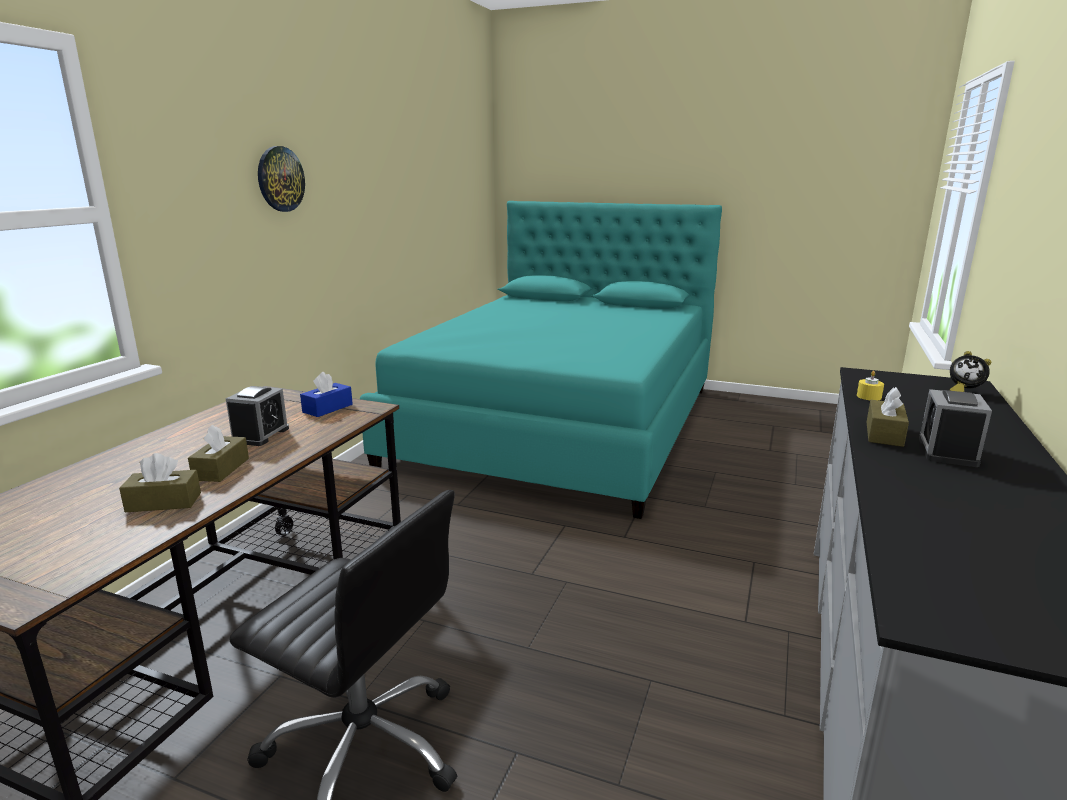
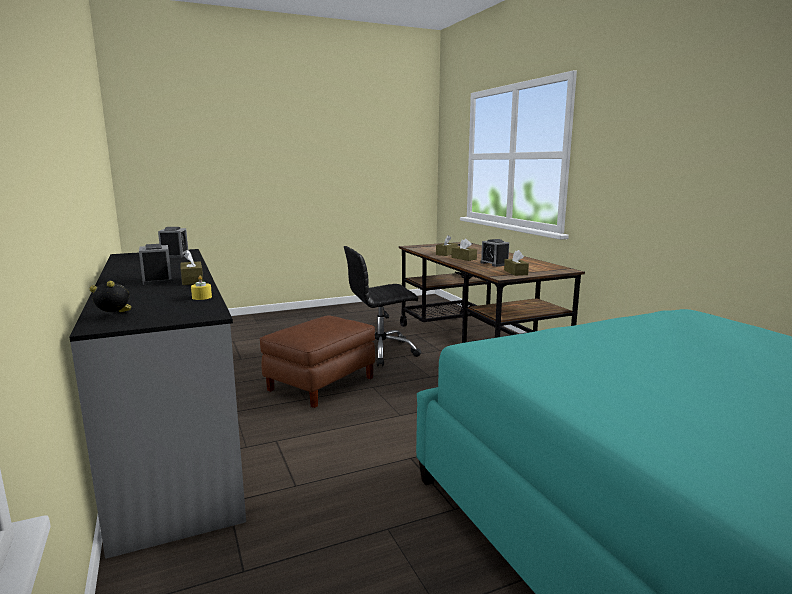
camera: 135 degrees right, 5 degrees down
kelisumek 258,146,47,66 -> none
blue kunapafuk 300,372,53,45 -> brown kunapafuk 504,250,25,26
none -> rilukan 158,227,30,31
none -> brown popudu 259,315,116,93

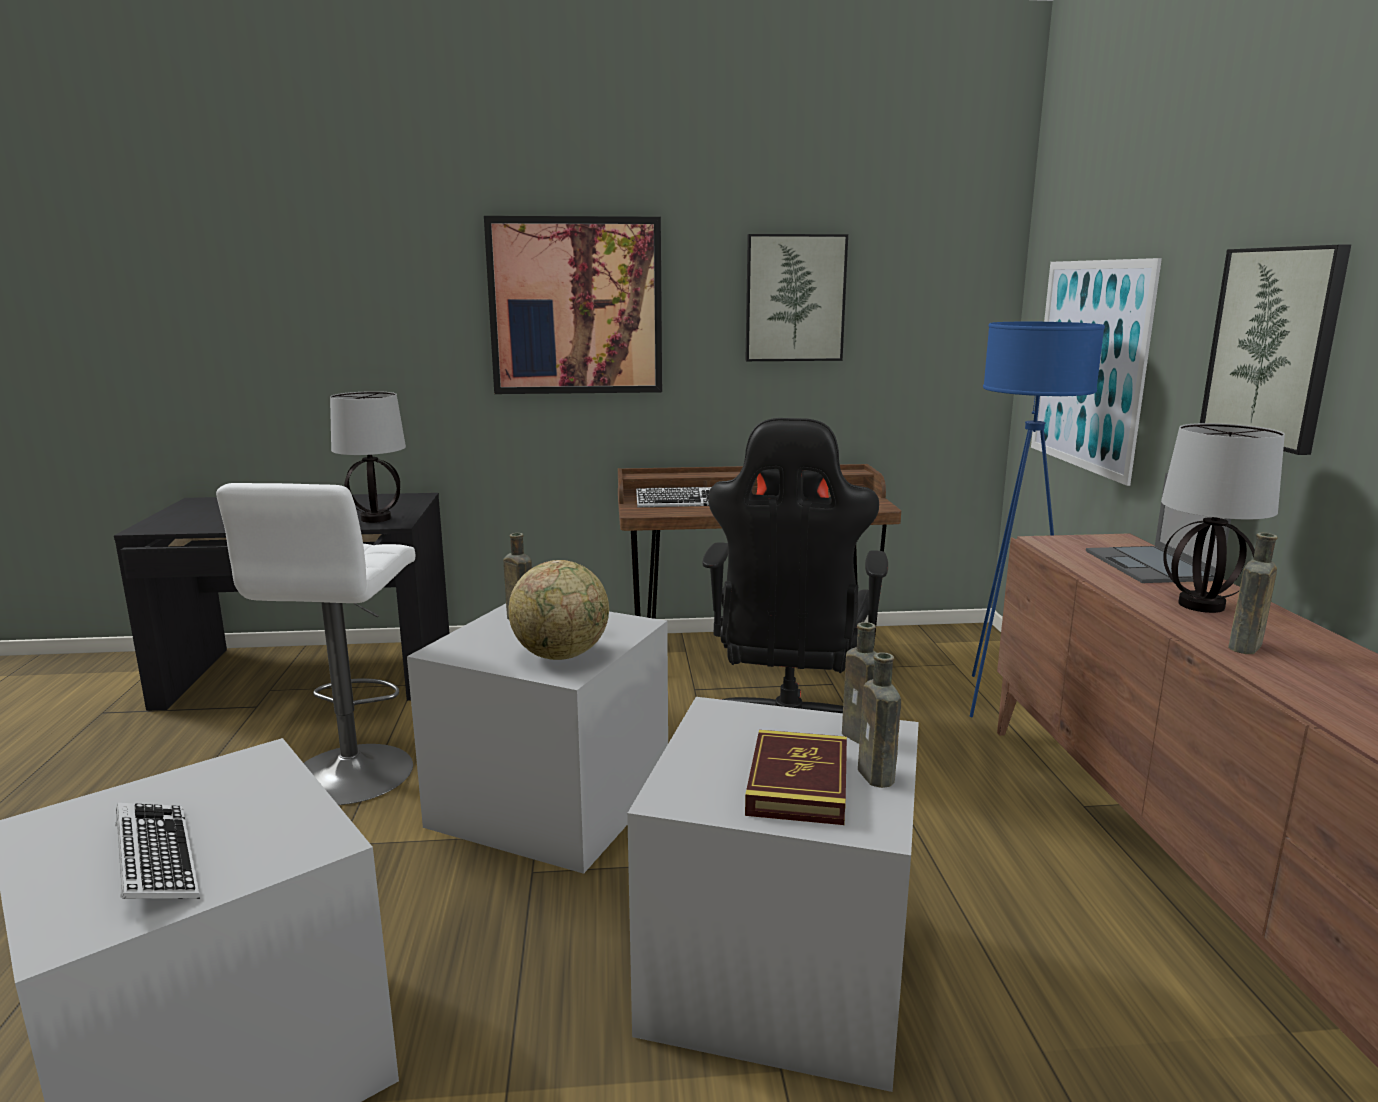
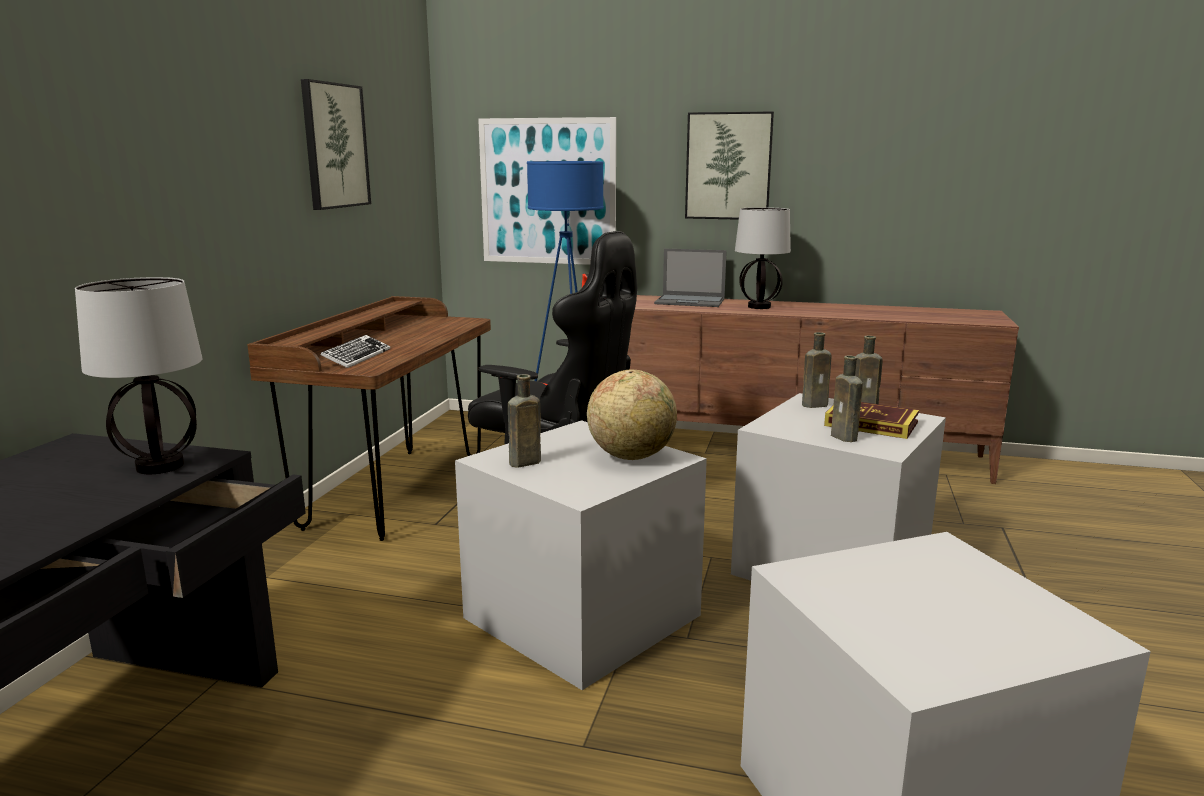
camera: 70 degrees left, 0 degrees up
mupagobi 484,216,178,178 -> none
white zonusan 216,483,199,322 -> none
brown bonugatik 1228,533,49,121 -> brown bonugatik 831,356,32,86, moved
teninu 115,803,85,96 -> none

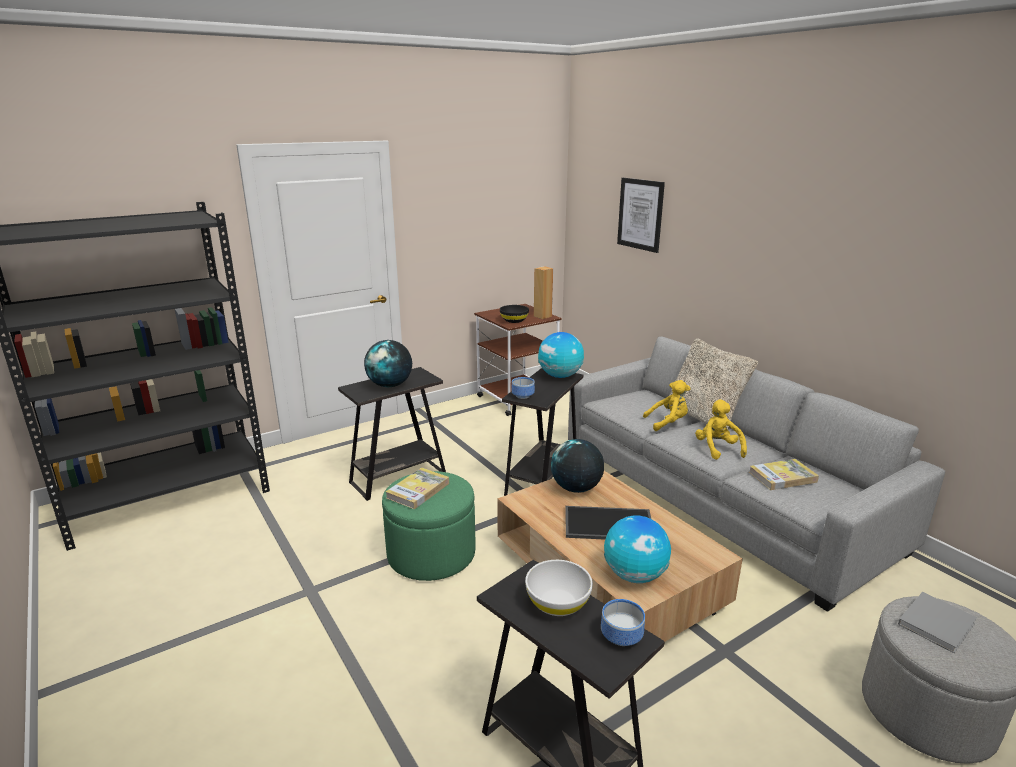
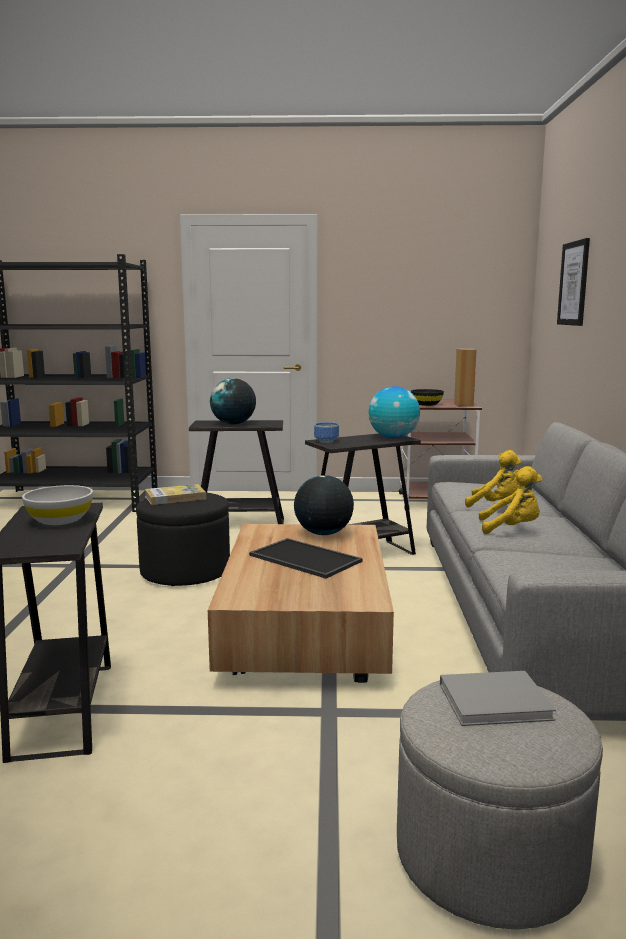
camera: 35 degrees right, 10 degrees down
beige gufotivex 669,338,90,91 -> none
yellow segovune 695,400,52,60 -> yellow segovune 479,466,63,68, 75 degrees clockwise
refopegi 749,459,70,31 -> none
green popudu 382,471,94,110 -> black popudu 136,493,94,93
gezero 604,516,67,67 -> none
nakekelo 601,599,44,47 -> none

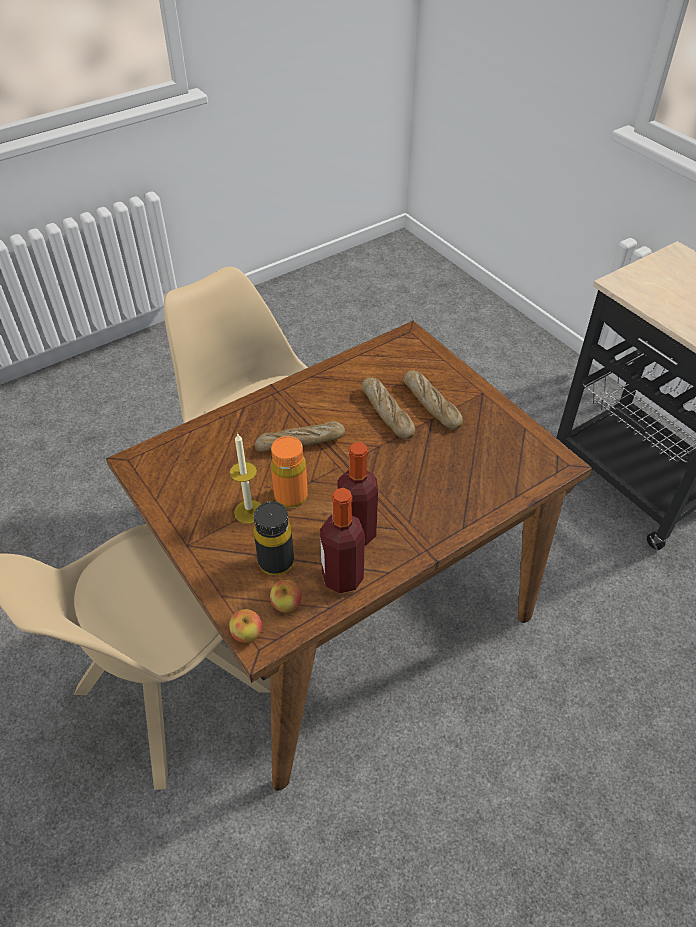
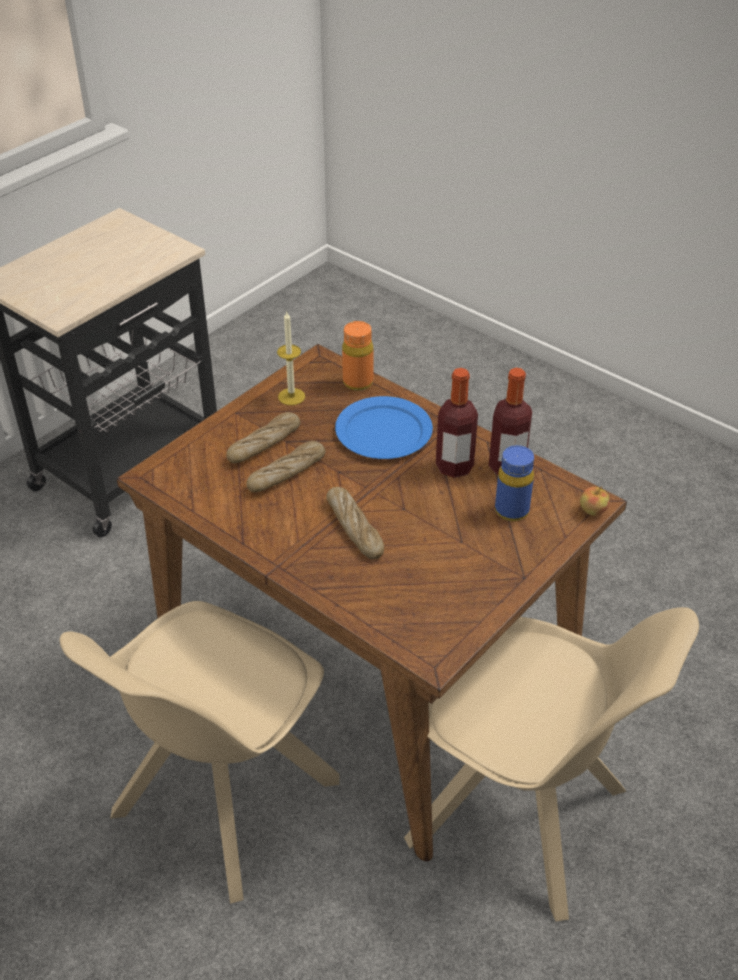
camera: 105 degrees left, 5 degrees down
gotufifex 230,433,31,91 -> gotufifex 277,312,28,93, moved
orange bonugatik 271,436,37,71 -> orange bonugatik 342,321,31,70, moved
black bonugatik 254,501,40,74 -> blue bonugatik 495,445,39,76
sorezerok 270,580,32,32 -> none
none -> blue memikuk 335,396,98,63

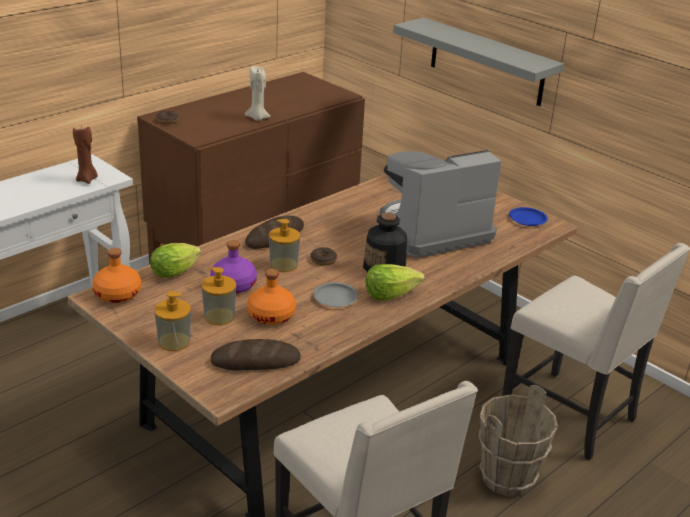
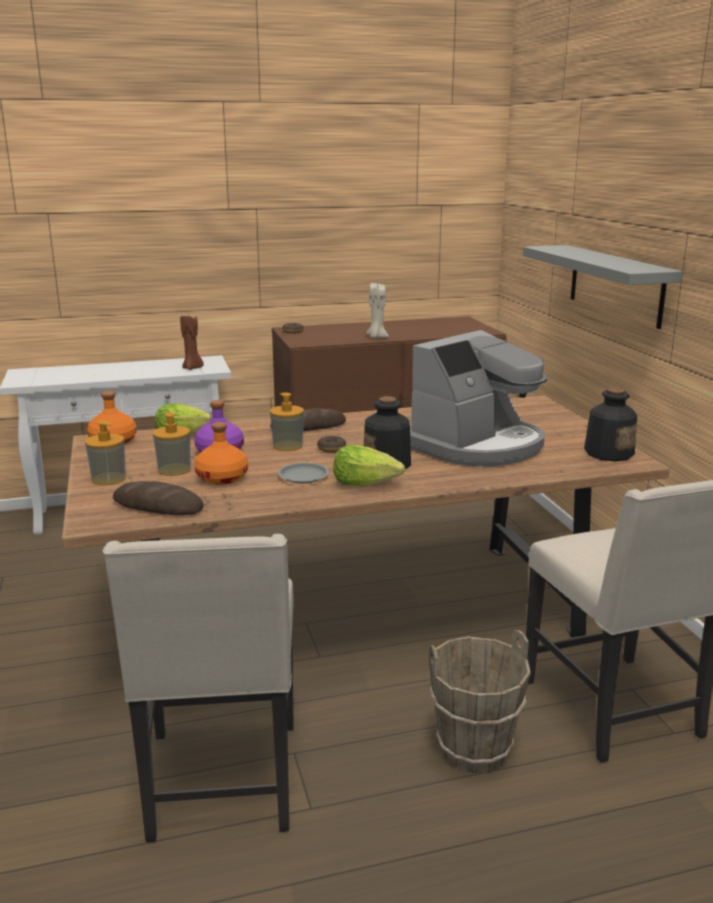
camera: 30 degrees right, 10 degrees down
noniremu 379,150,123,108 -> noniremu 410,330,137,137, 135 degrees clockwise
blue memikuk 509,207,39,19 -> bonugatik 584,388,53,73

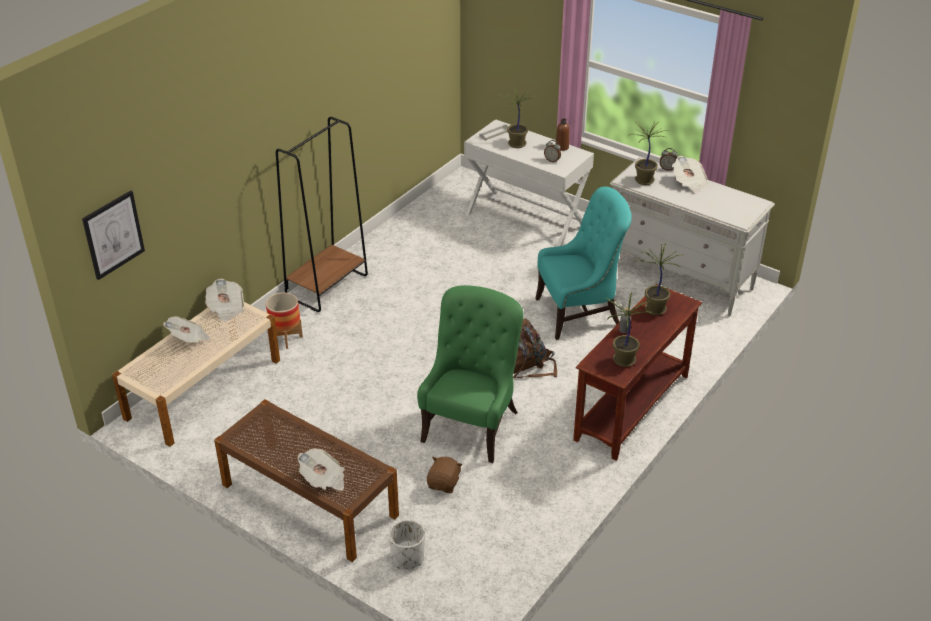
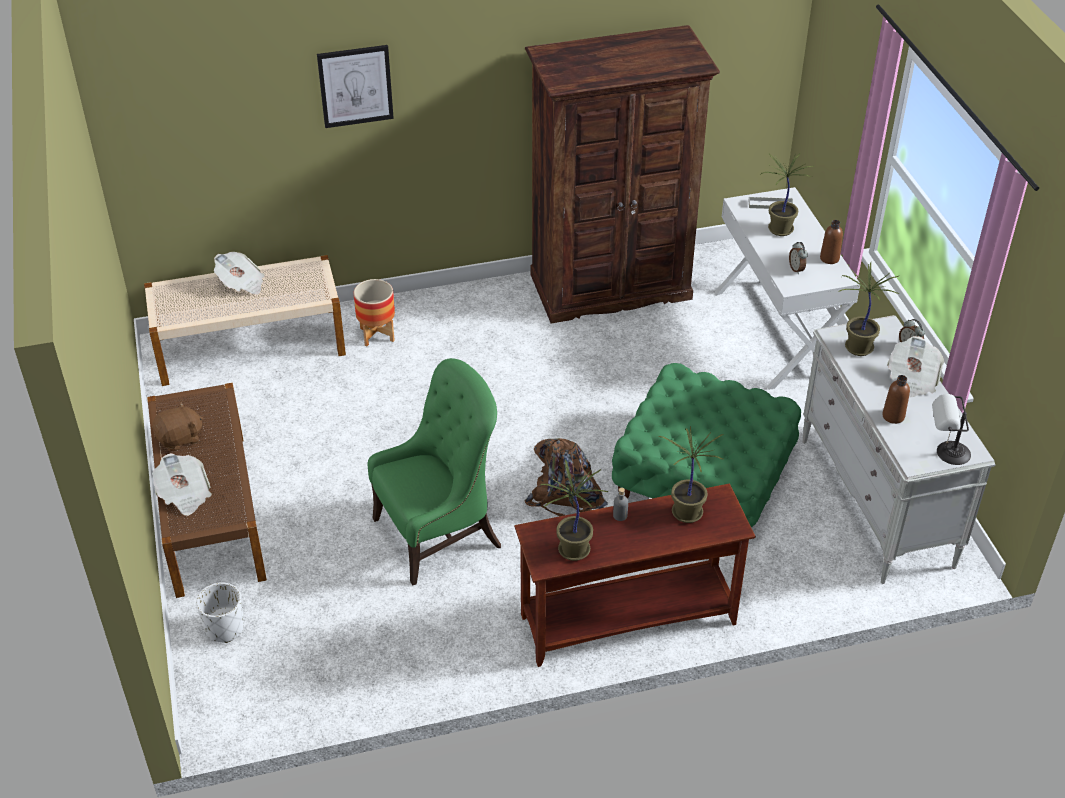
camera: 40 degrees right, 5 degrees up
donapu 276,117,92,195 -> none
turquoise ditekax 535,187,97,153 -> green popudu 612,363,189,164
mupagobi 82,190,63,90 -> mupagobi 317,45,77,83, moved
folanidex 205,279,39,43 -> none
brown segovune 427,457,35,36 -> brown segovune 153,402,50,50, moved
none -> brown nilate 525,25,195,298
none -> brown bonugatik 882,375,28,49
none -> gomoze 932,394,39,71

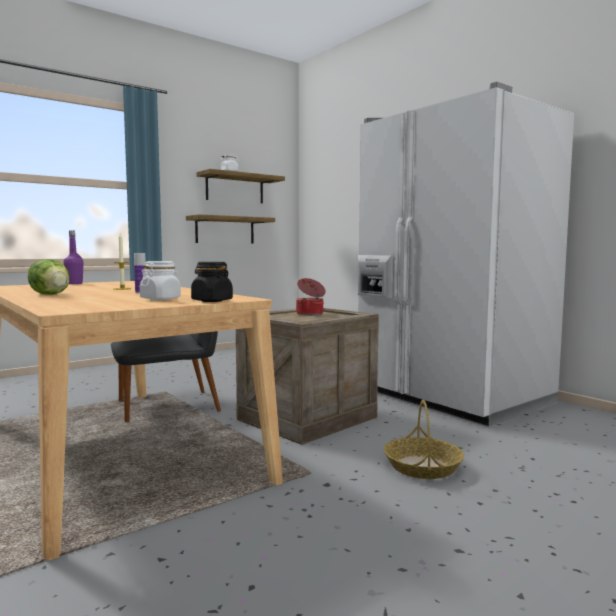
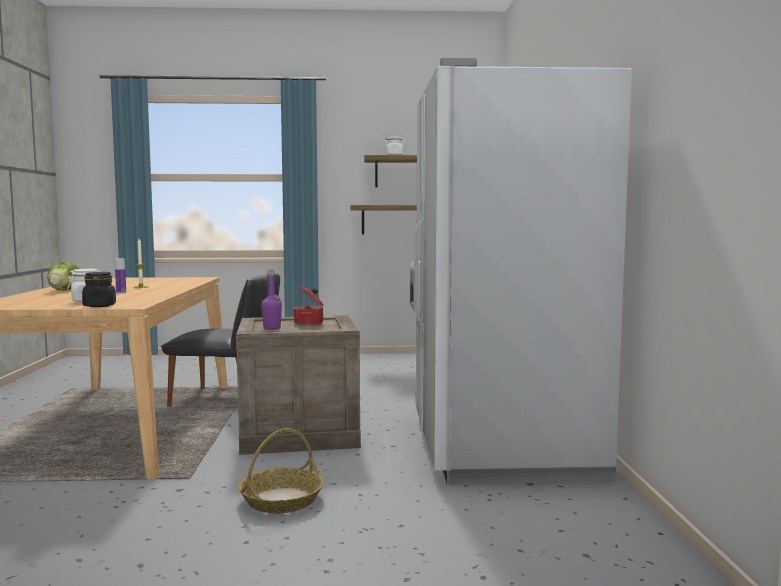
camera: 35 degrees right, 0 degrees up
purple bonugatik 63,230,21,54 -> purple bonugatik 261,270,21,60, moved

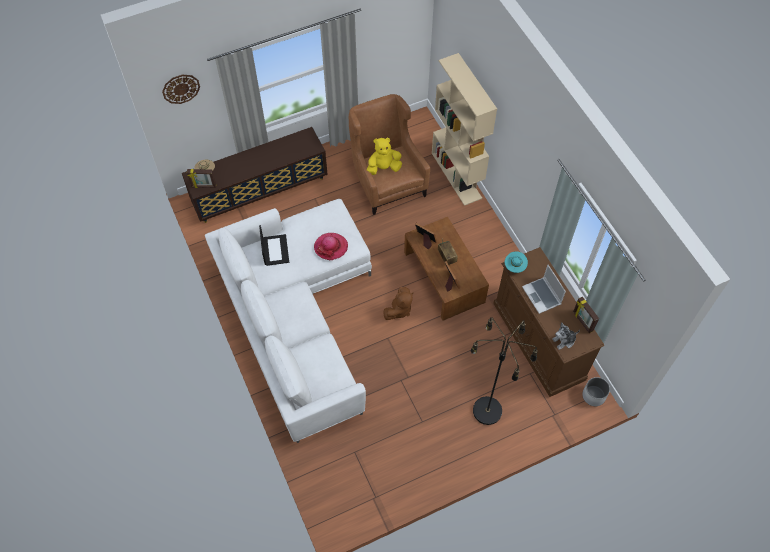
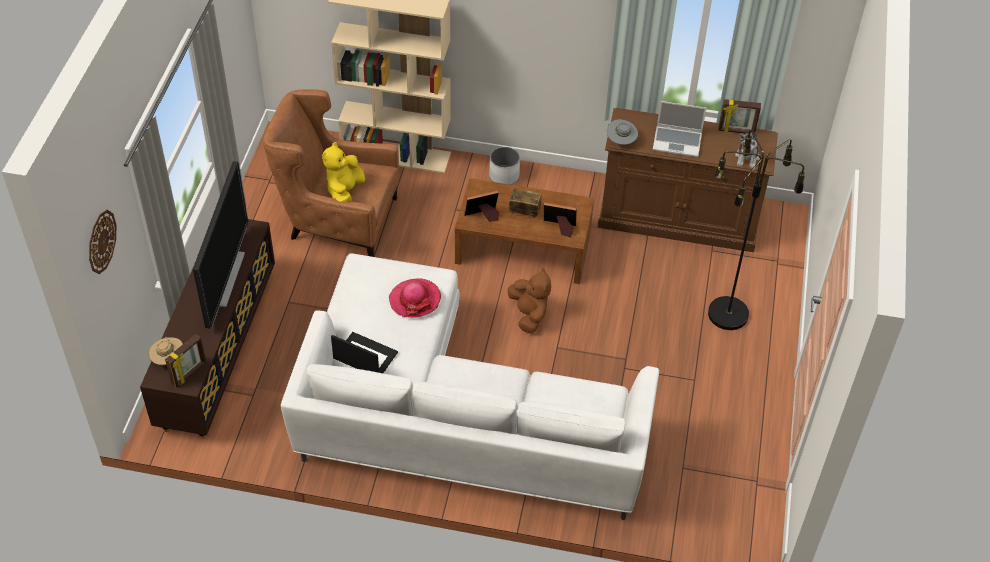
camera: 55 degrees left, 10 degrees down
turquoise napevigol 505,251,23,22 -> grey napevigol 607,119,31,26
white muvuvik 582,377,28,29 -> white muvuvik 489,147,31,38, moved
none -> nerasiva 193,161,55,168

